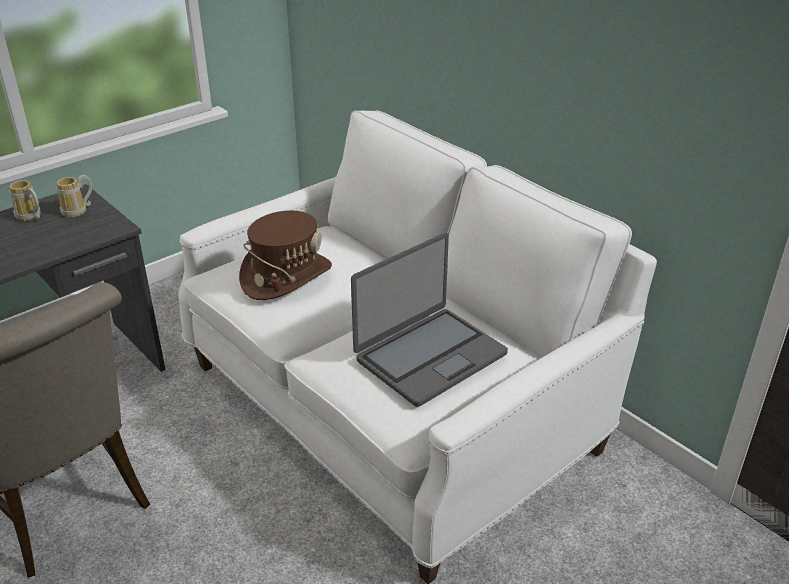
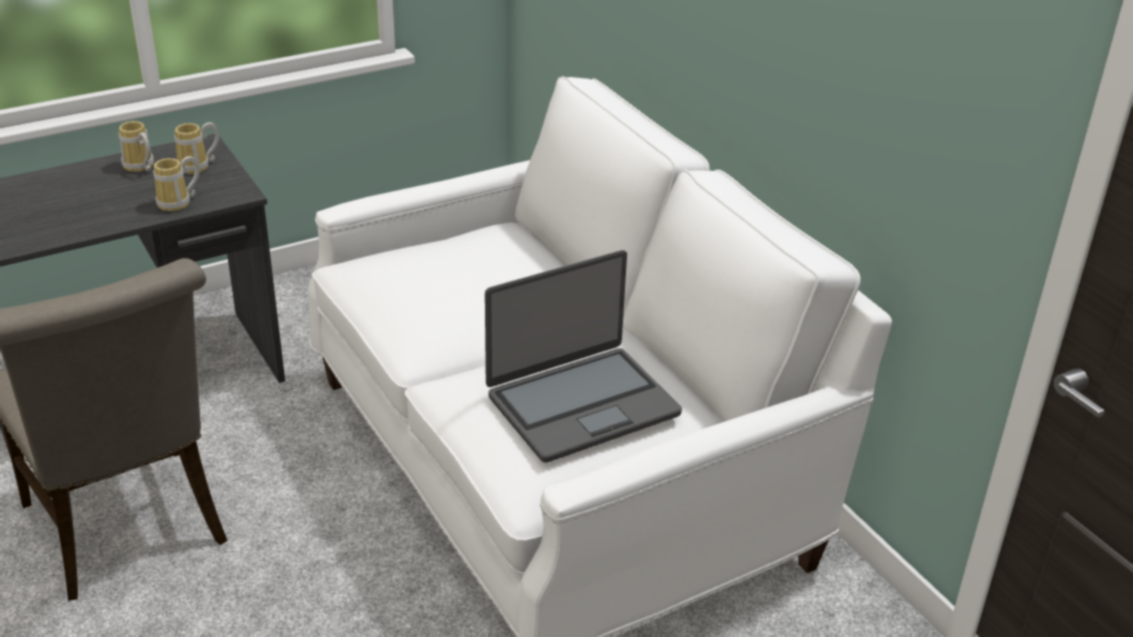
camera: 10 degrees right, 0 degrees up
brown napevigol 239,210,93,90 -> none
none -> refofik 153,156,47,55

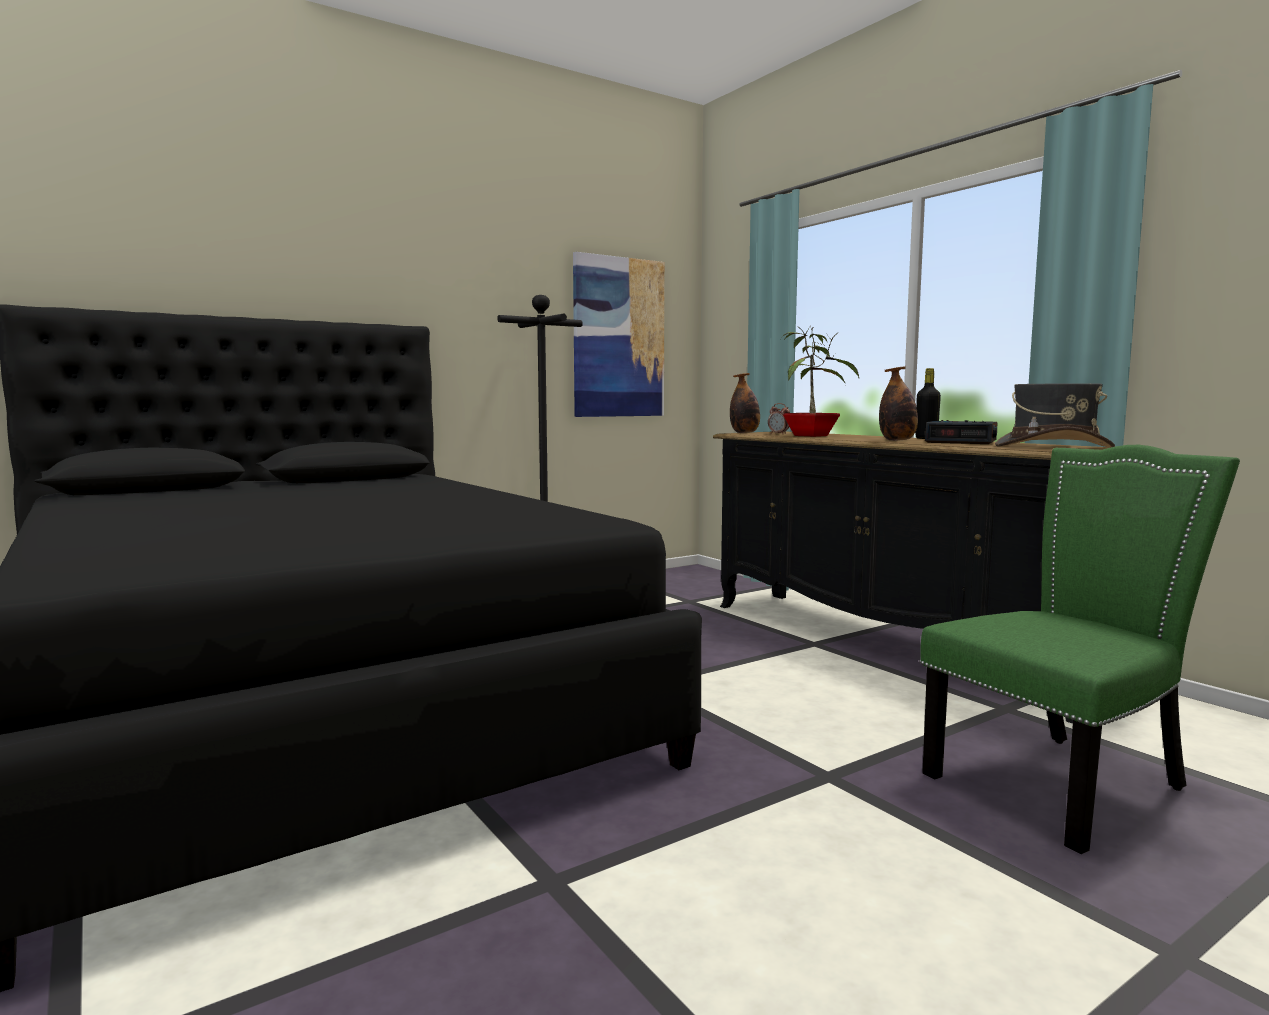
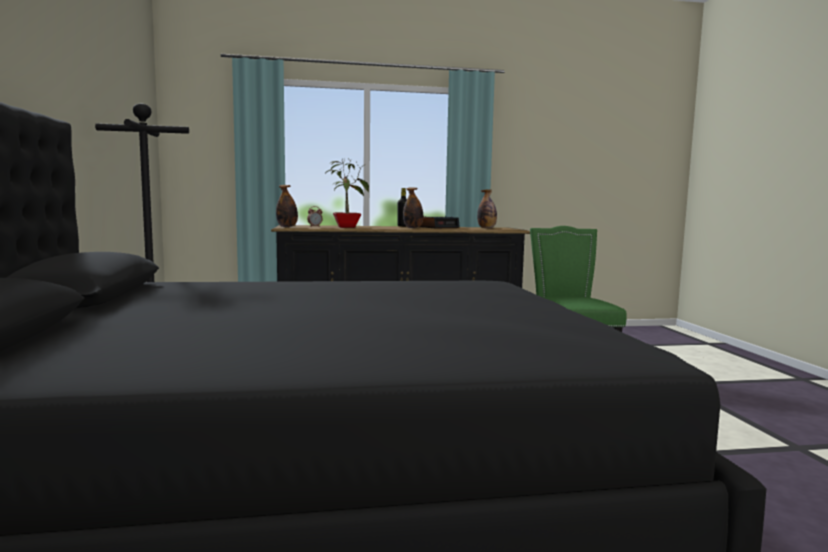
camera: 65 degrees left, 0 degrees up
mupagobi 573,252,92,165 -> none
grey napevigol 995,383,120,65 -> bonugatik 477,189,20,39

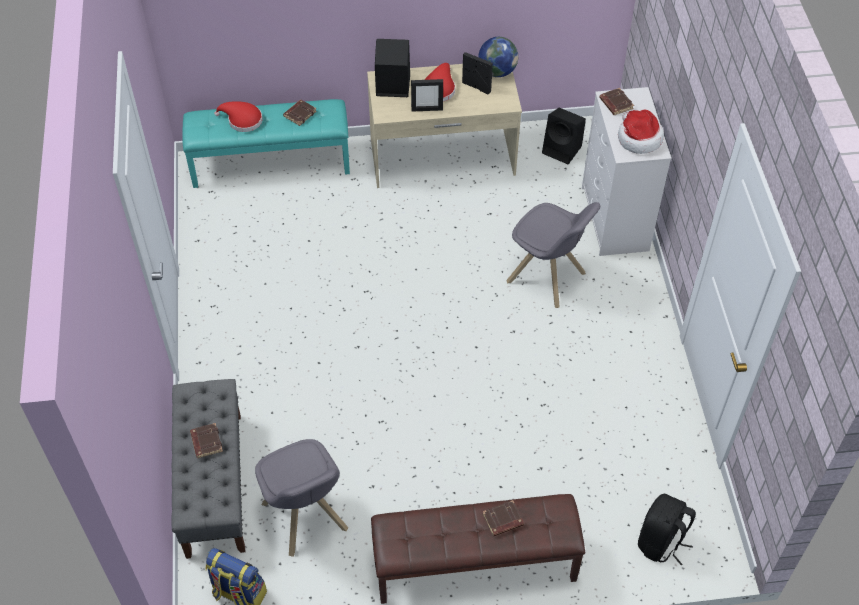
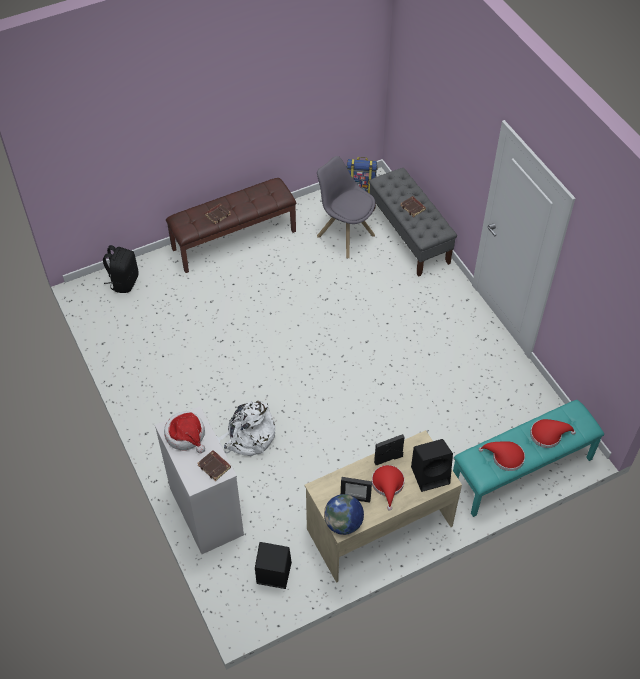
camera: 160 degrees right, 0 degrees up
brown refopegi 283,100,34,26 -> red napevigol 479,442,46,29
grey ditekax 506,202,94,106 -> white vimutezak 216,400,59,56

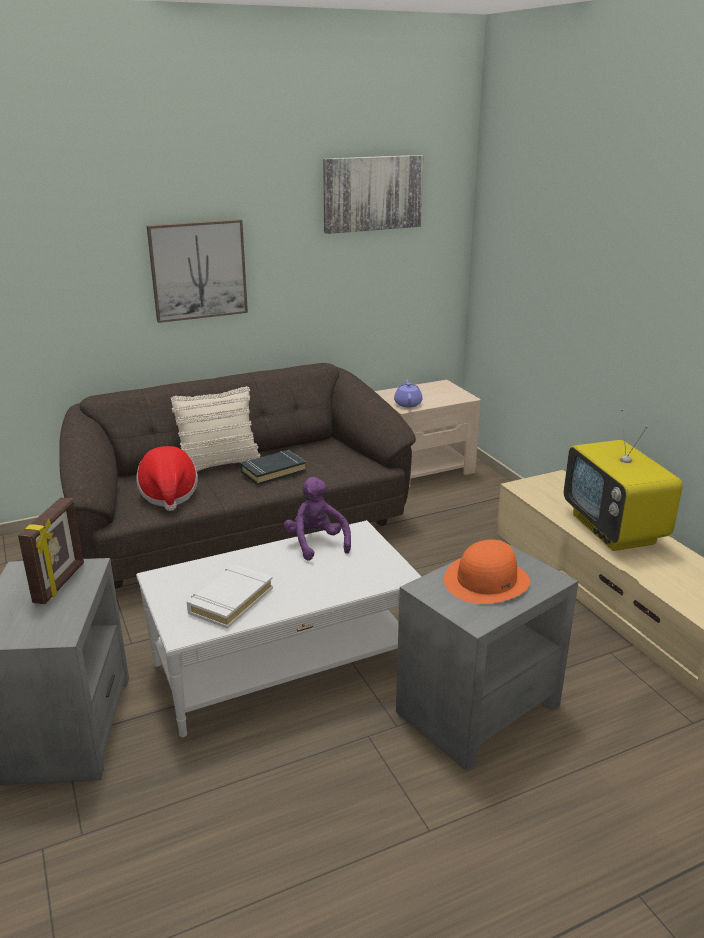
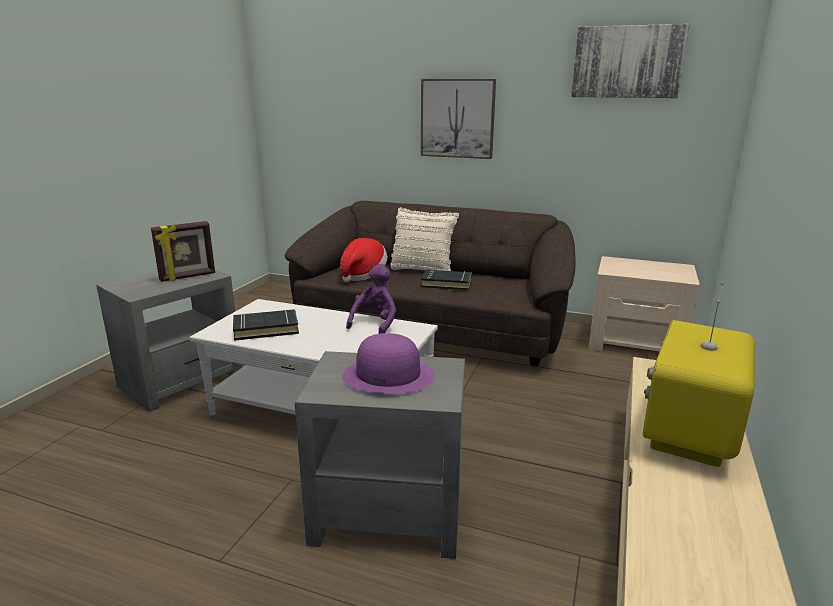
camera: 45 degrees right, 5 degrees down
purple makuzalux 394,380,28,27 -> none
orange napevigol 444,540,86,64 -> purple napevigol 342,333,92,60
white refopegi 187,564,86,65 -> black refopegi 233,309,66,32

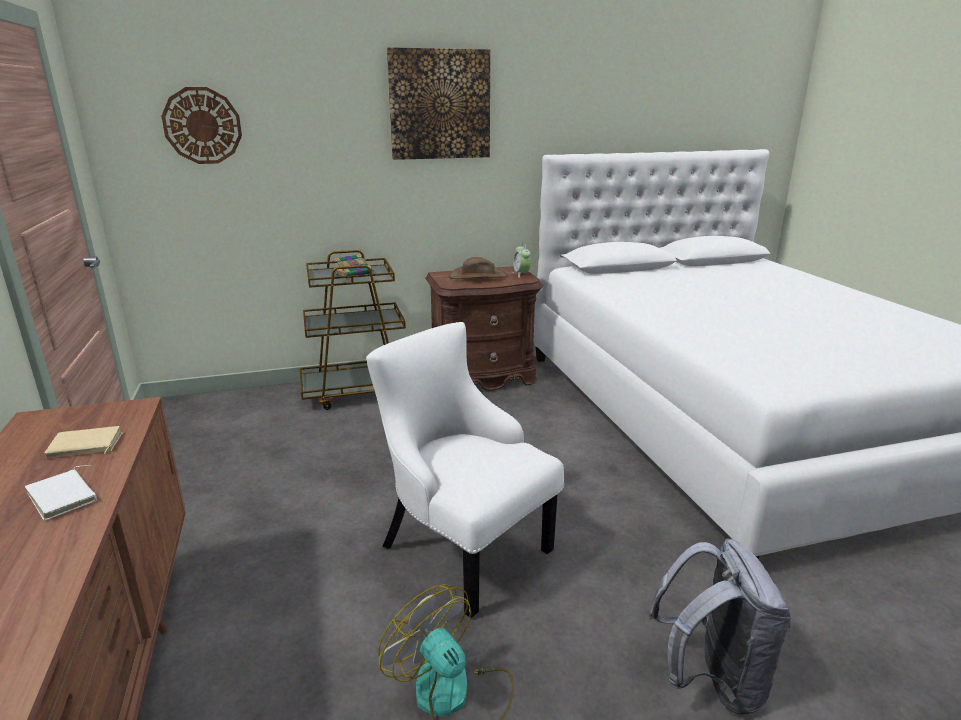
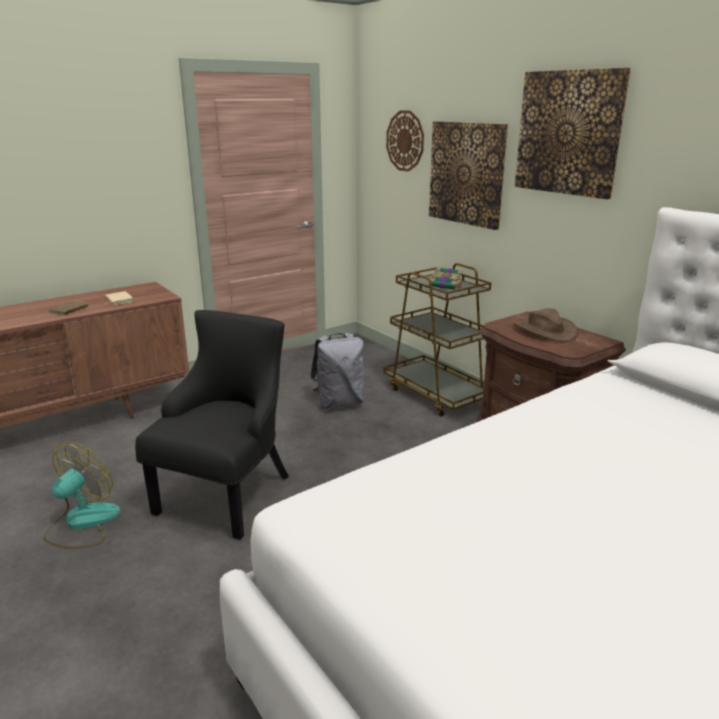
camera: 70 degrees right, 0 degrees up
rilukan 513,244,18,34 -> none
white ditekax 366,322,199,296 -> black ditekax 135,310,154,230
white refopegi 25,465,72,56 -> brown refopegi 49,300,43,15
grey vimutezak 649,539,142,176 -> grey vimutezak 310,333,54,76, moved
none -> mupagobi 429,121,79,109

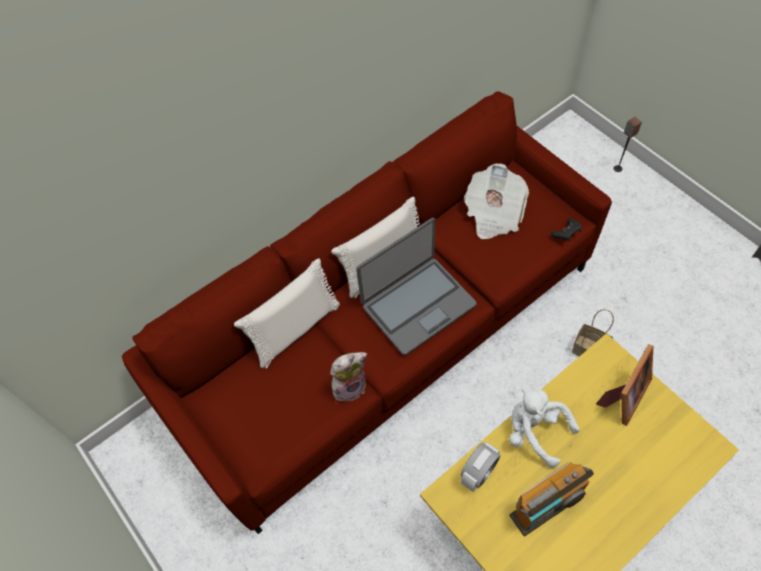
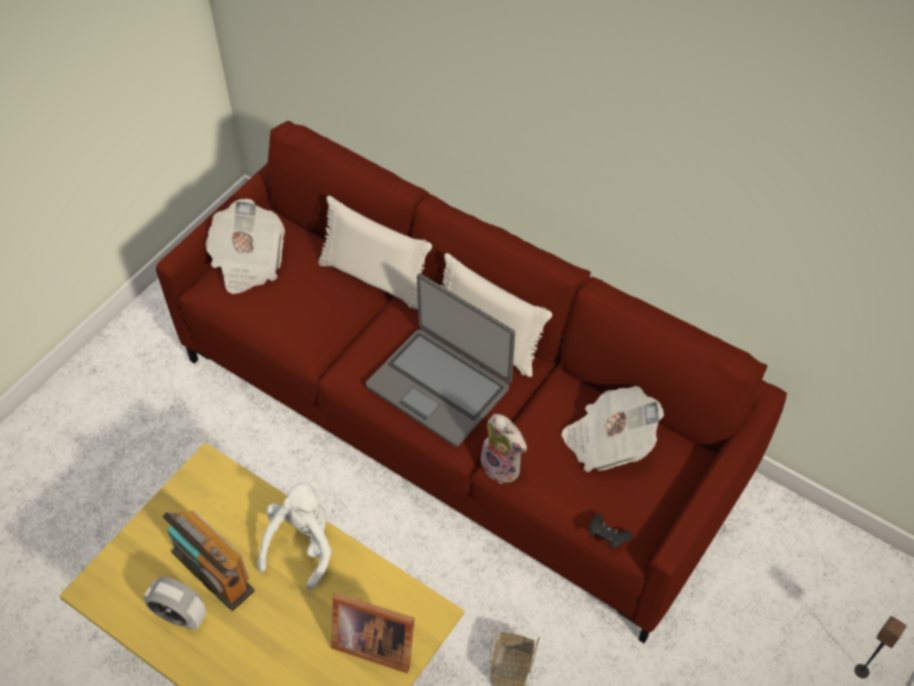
camera: 70 degrees right, 5 degrees down
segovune 330,352,37,50 -> segovune 481,414,46,70, moved
rilukan 460,442,40,50 -> rilukan 143,577,63,53, moved
none -> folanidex 205,199,80,95

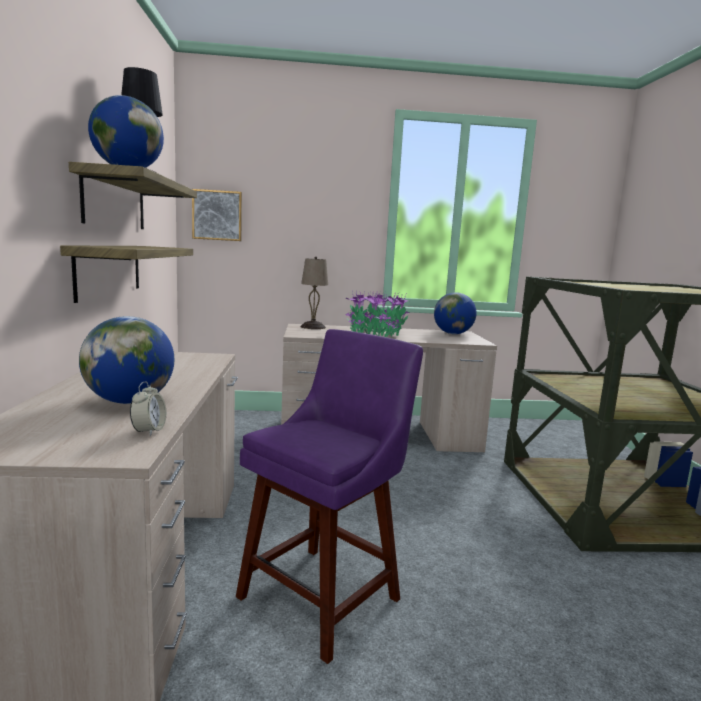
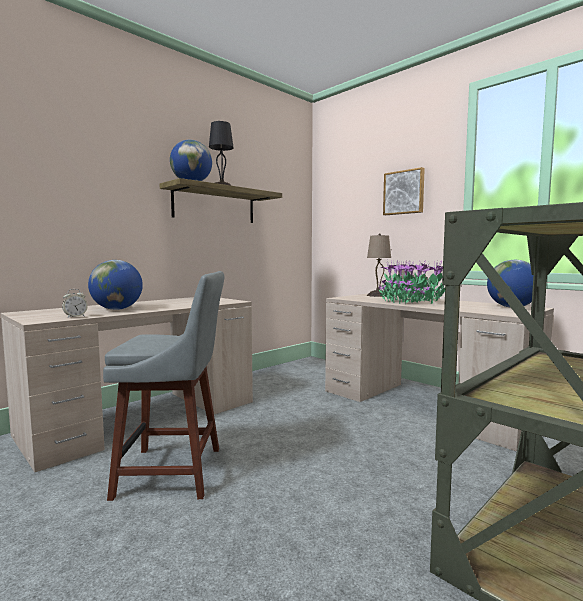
camera: 50 degrees right, 5 degrees down
mupagobi 192,189,50,52 -> mupagobi 383,167,42,48, moved
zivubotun 60,245,133,58 -> none
purple ditekax 236,329,187,335 -> grey ditekax 103,271,121,230

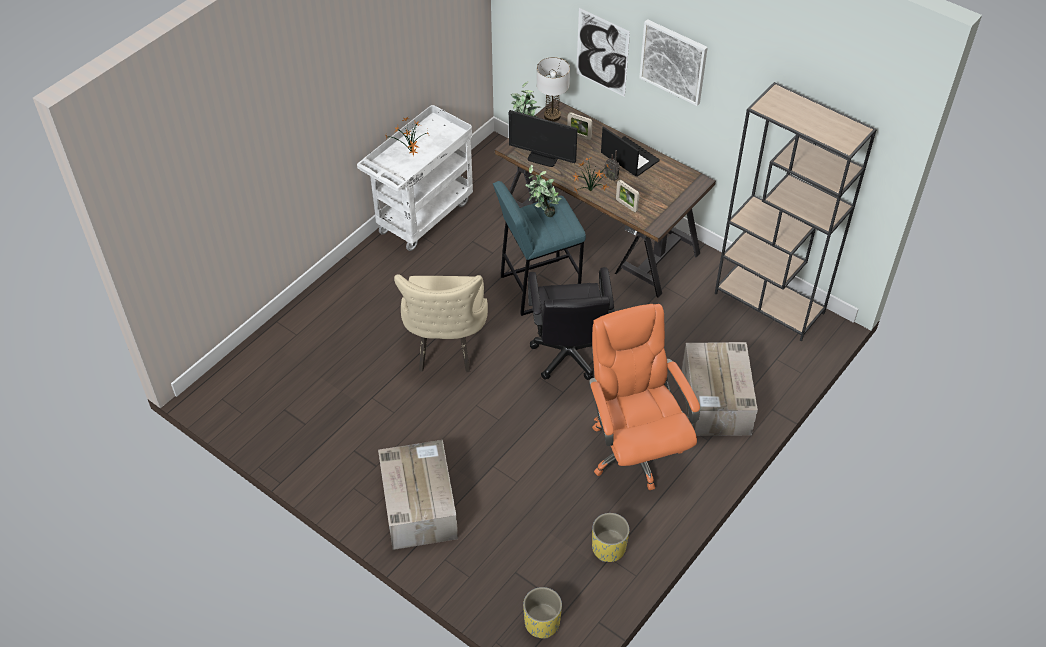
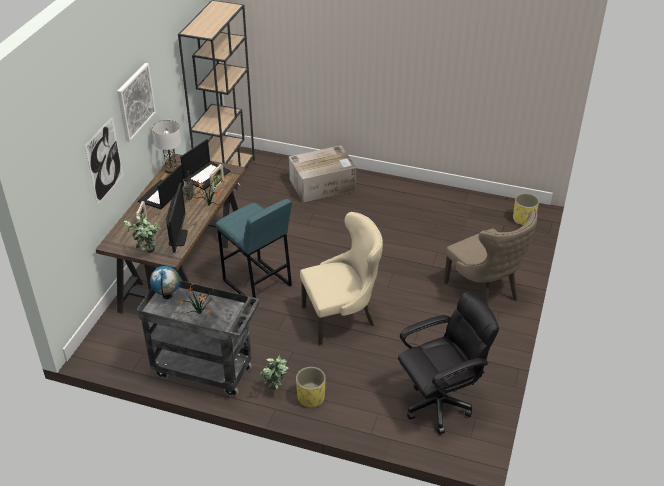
camera: 110 degrees left, 10 degrees down
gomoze 537,57,33,65 -> gomoze 152,120,29,54, moved
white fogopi 357,105,116,146 -> black fogopi 137,280,123,117
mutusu 525,164,36,53 -> mutusu 260,354,29,37, moved
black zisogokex 528,267,86,113 -> black zisogokex 398,292,101,142, moved
orange zisogokex 589,304,111,186 -> none
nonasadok 378,440,80,110 -> beige ditekax 444,210,93,96
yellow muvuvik 592,513,37,49 -> yellow muvuvik 296,367,30,41, moved
none -> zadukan 180,139,50,51
none -> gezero 150,266,30,33

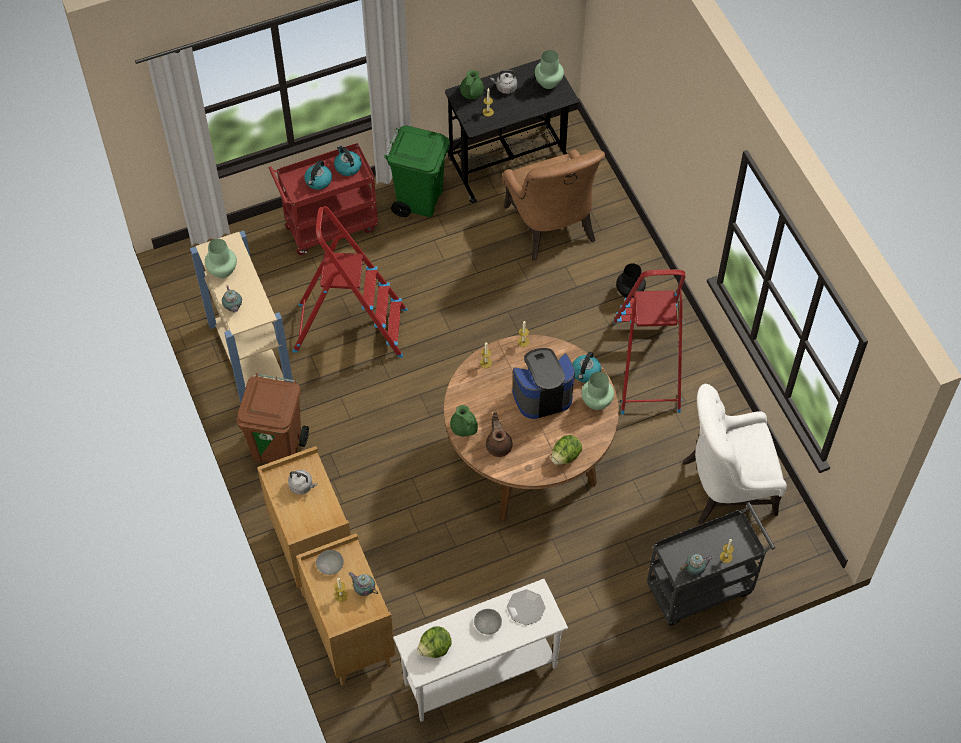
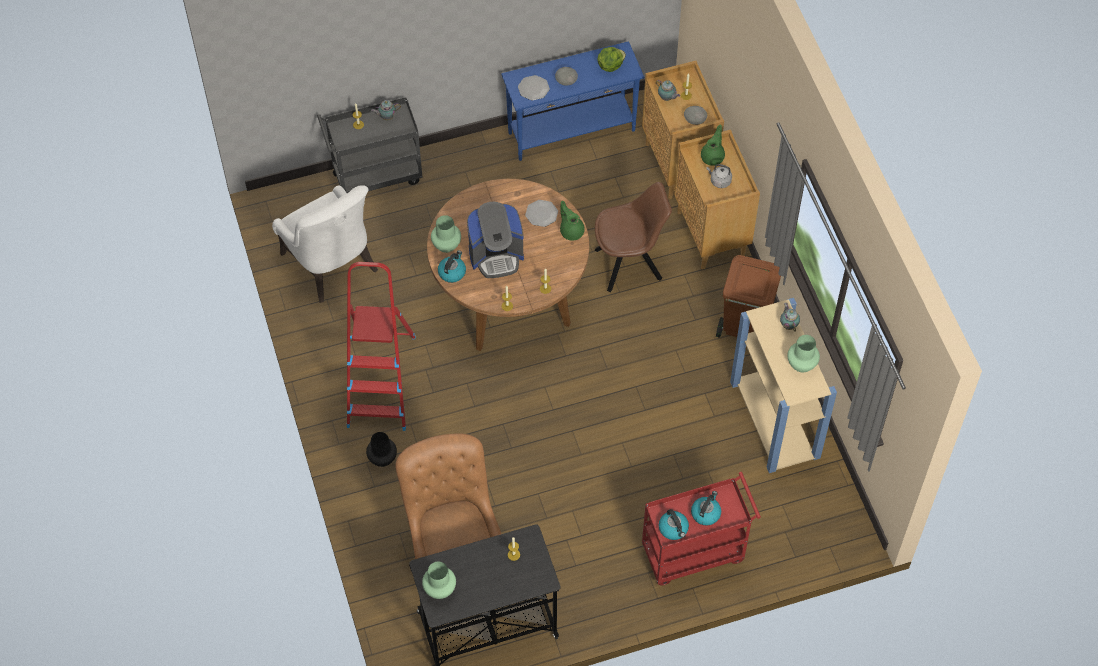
camera: 175 degrees left, 0 degrees up
green makuzalux 460,69,24,30 -> green makuzalux 701,124,24,42, moved
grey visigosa 490,70,27,24 -> none
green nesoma 384,125,66,92 -> none
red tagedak 292,206,116,152 -> none
white ditekax 682,384,105,141 -> white ditekax 272,185,106,118, 60 degrees clockwise
brown makuzalux 486,412,26,45 -> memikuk 525,200,33,27
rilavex 551,435,31,30 -> none
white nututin 393,579,175,143 -> blue nututin 501,41,143,120
none -> brown ditekax 595,182,77,110

